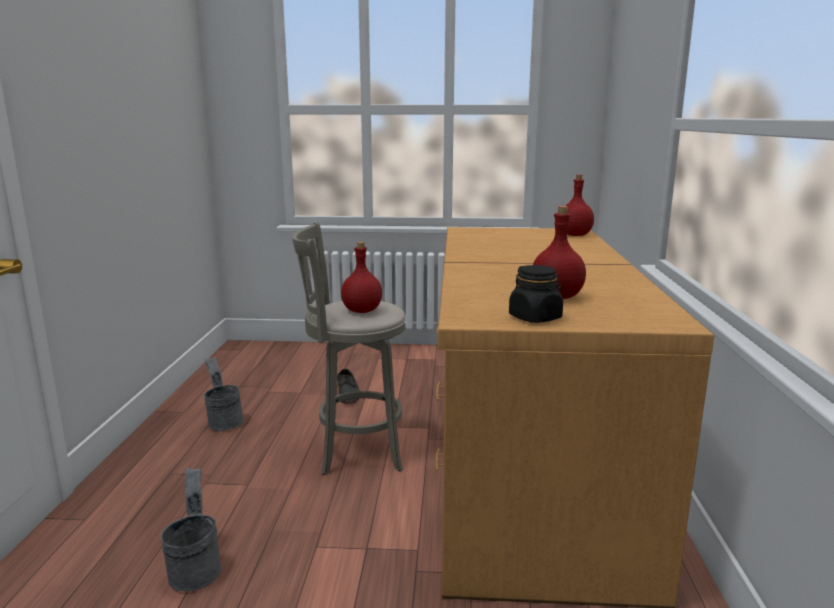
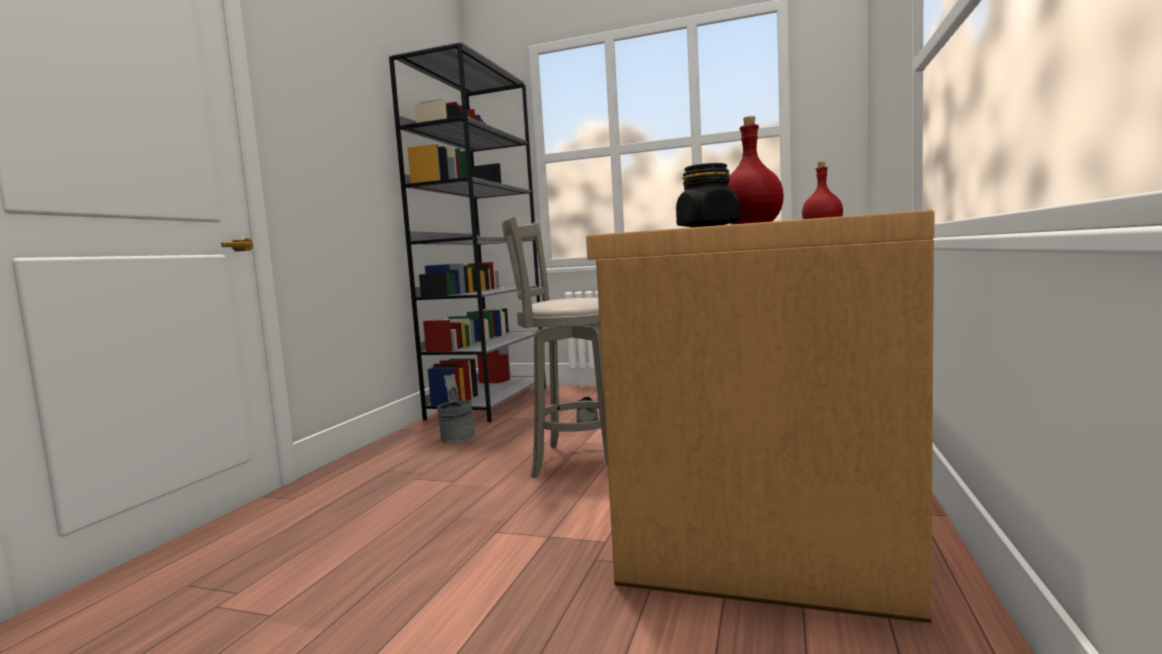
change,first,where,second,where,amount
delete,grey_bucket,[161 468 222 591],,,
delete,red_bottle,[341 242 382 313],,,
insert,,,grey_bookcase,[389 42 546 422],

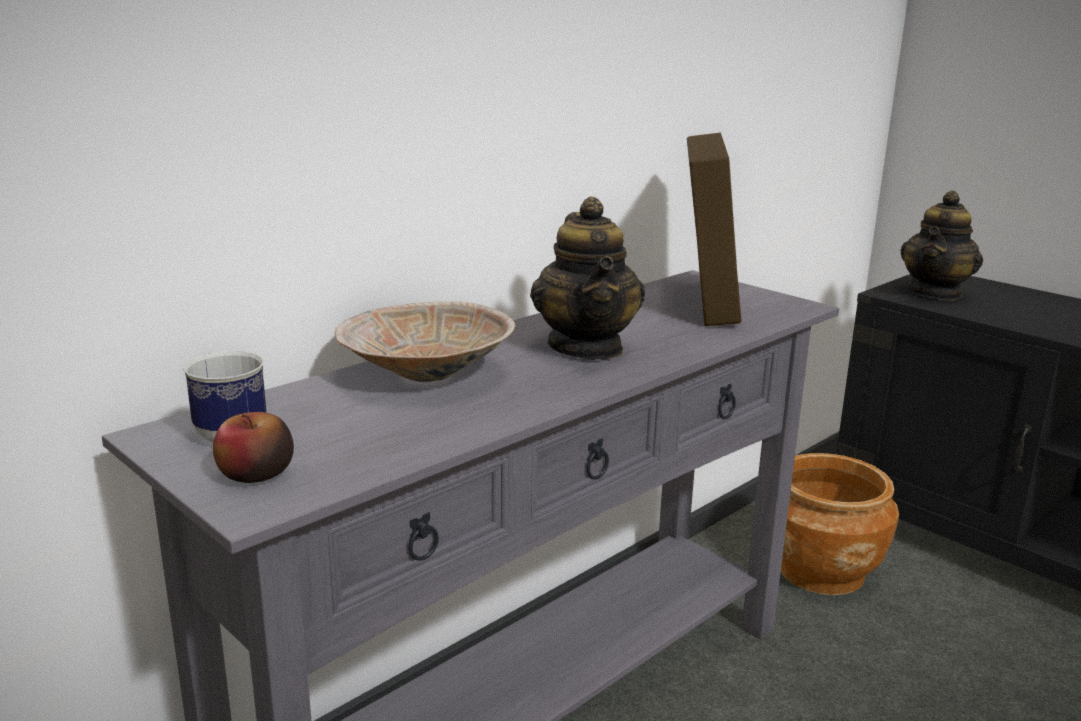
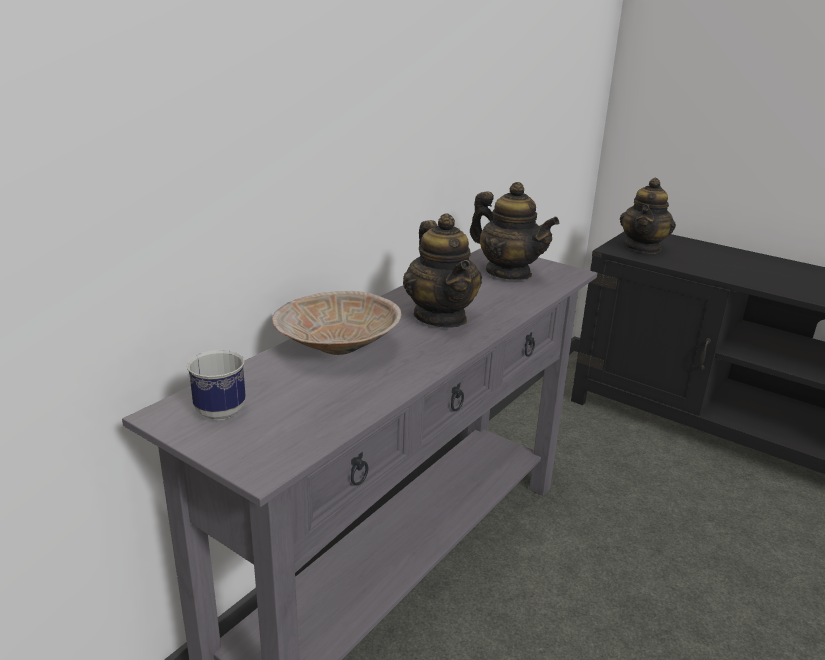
change,first,where,second,where,amount
delete,apple,[213 412 294 483],,,
delete,brown_planter,[781 453 899 595],,,
replace,picture_frame,[687 132 741 326],teapot,[470 182 559 280],

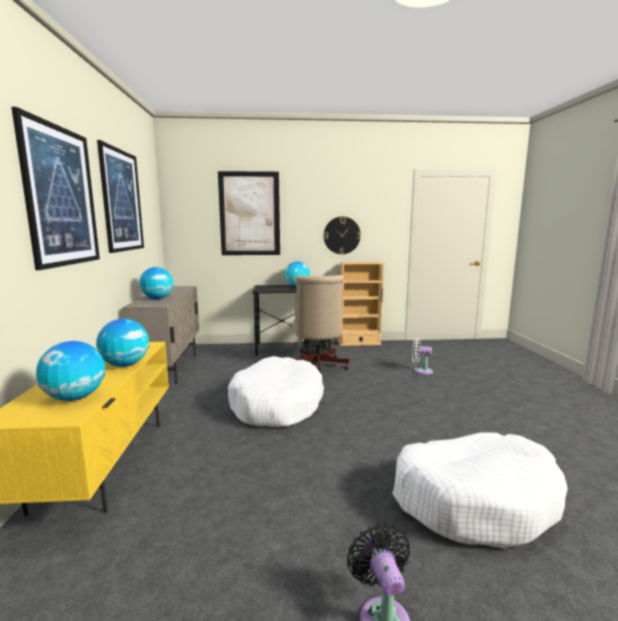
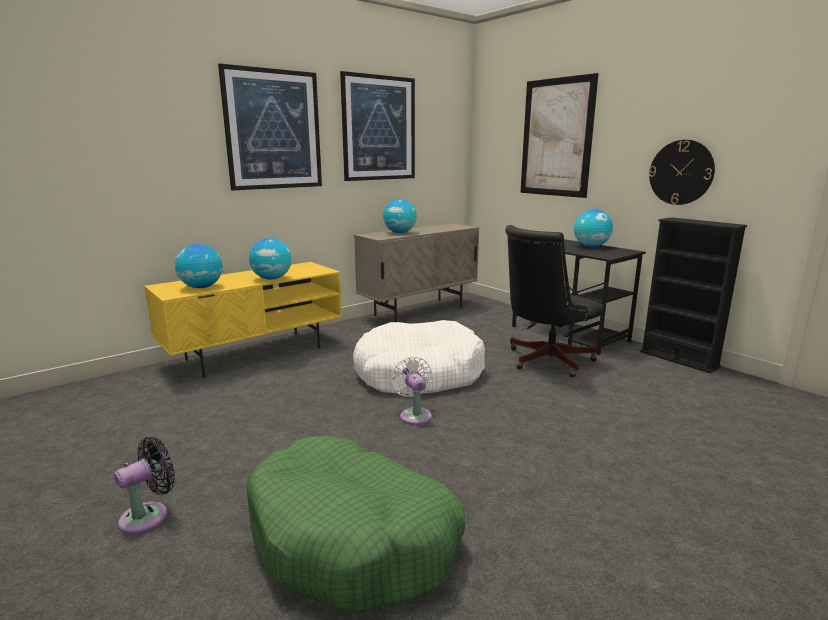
change,first,where,second,where,amount
move,white_fan,[412 338 433 375],,[391 357 432 425],
recolor,beige_office_chair,[292 275 349 373],black_office_chair,[505 225 604 377],
recolor,beige_bookcase,[339 262 385 346],black_bookcase,[640 217 747 373],
recolor,white_dog_bed,[392 432 568 549],green_dog_bed,[246 436 465 613],

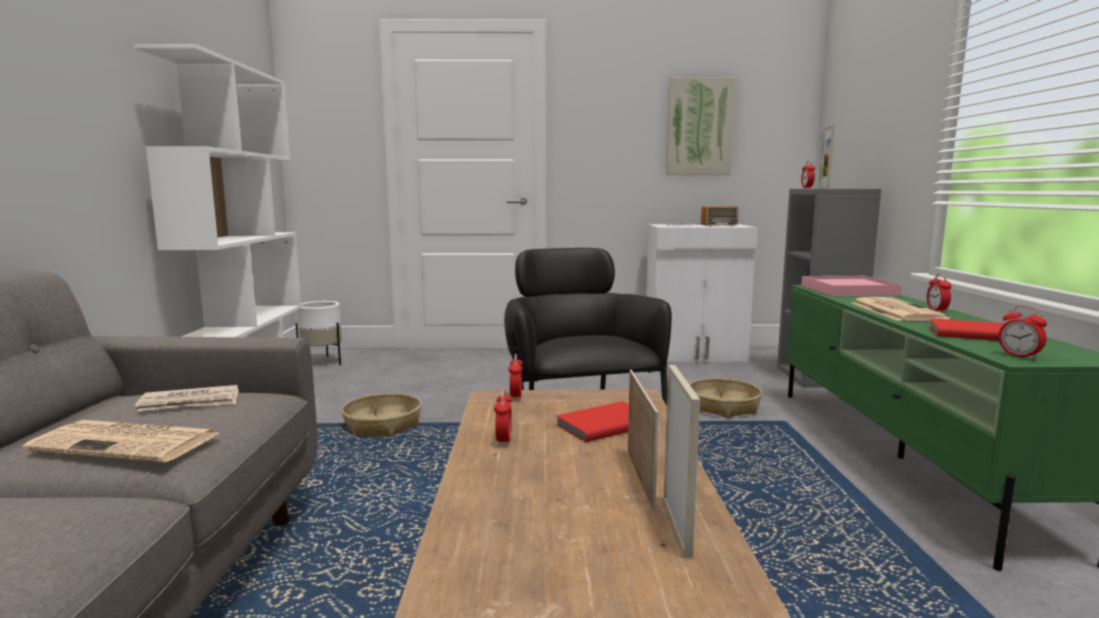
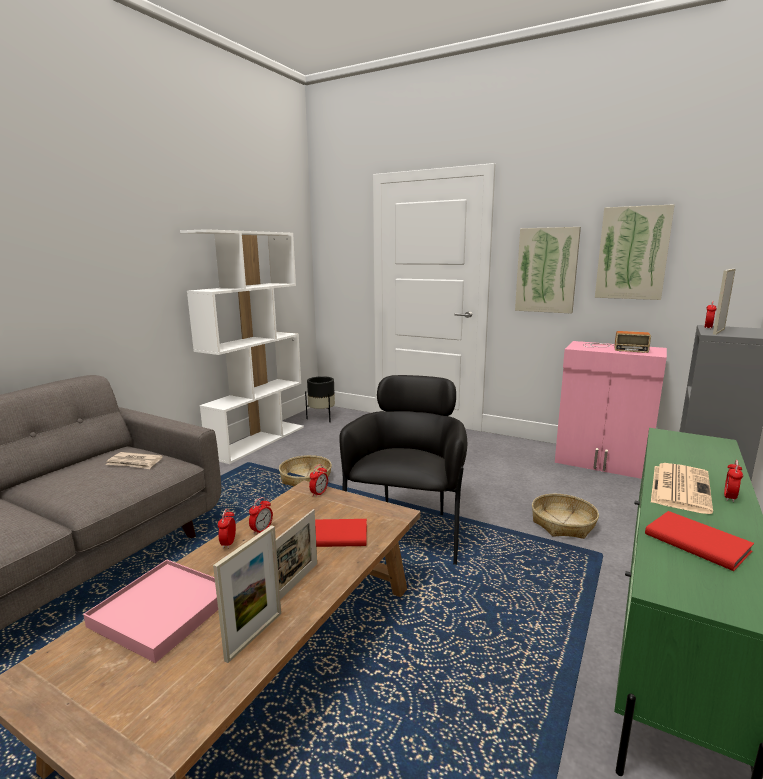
change,first,where,second,where,amount
delete,newspaper,[22 420 219 462],,,
insert,,,picture,[515 227 581 314],
move,pink_tray,[801 276 902 296],,[83 560 218 663],
move,alarm_clock,[998 305 1047 360],,[218 508 236 549],
recolor,white_planter,[296 301 342 365],black_planter,[305 376 335 422],
recolor,white_cabinet,[646 224 758 362],pink_cabinet,[555 341 667 479],

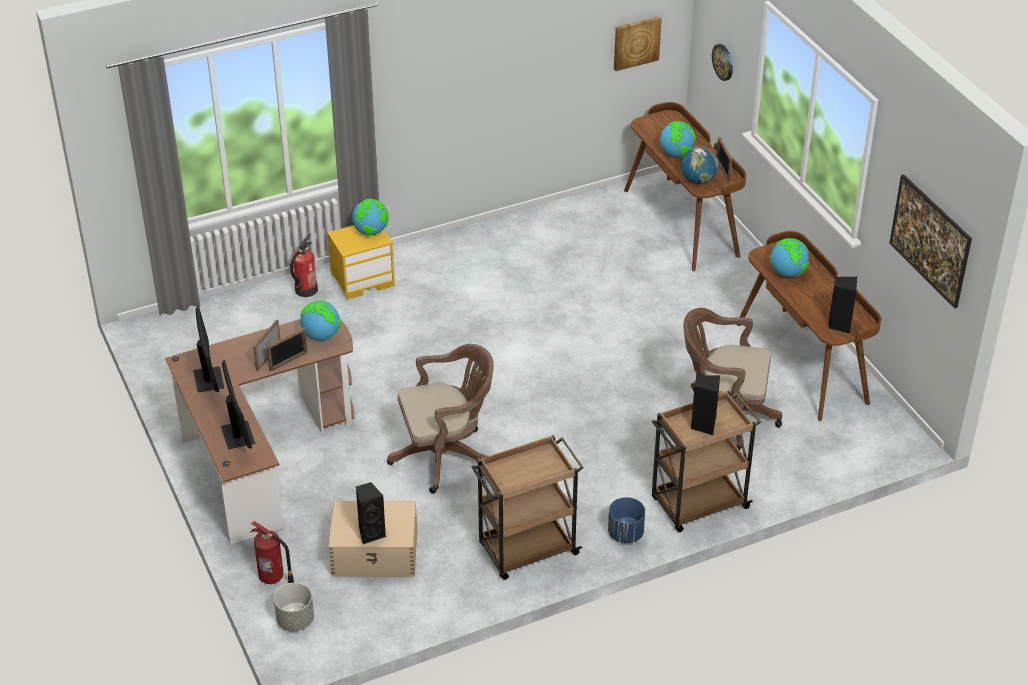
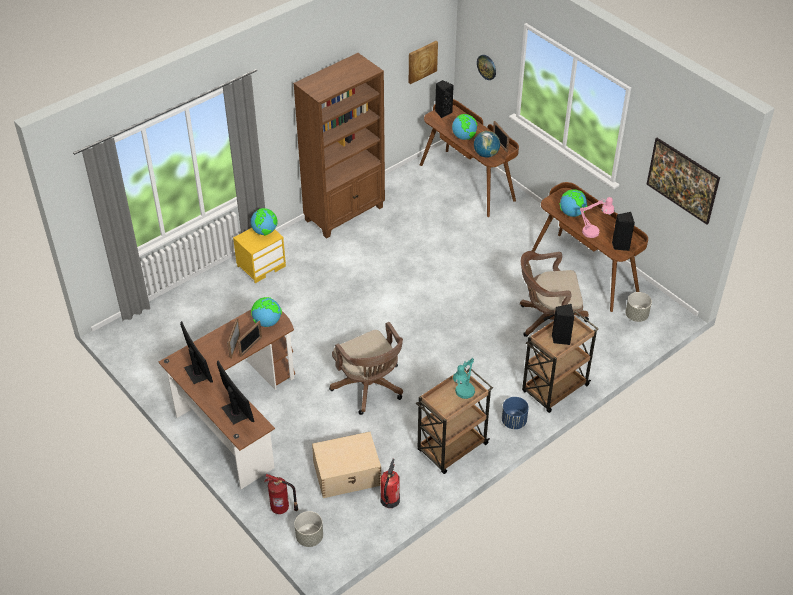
change,first,where,second,where,amount
insert,,,brown_bookcase,[293 53 385 239],
insert,,,turquoise_table_lamp,[453 358 475 399],
insert,,,pink_table_lamp,[580 197 615 238],
insert,,,grey_planter,[625 292 652 322],
move,fire_extinguisher,[290 233 318 297],,[380 459 400 508],
move,black_speaker,[356 482 386 544],,[435 80 454 118],
rotate,brown_office_chair,[387 344 494 494],,[329 322 403 415],90 degrees clockwise

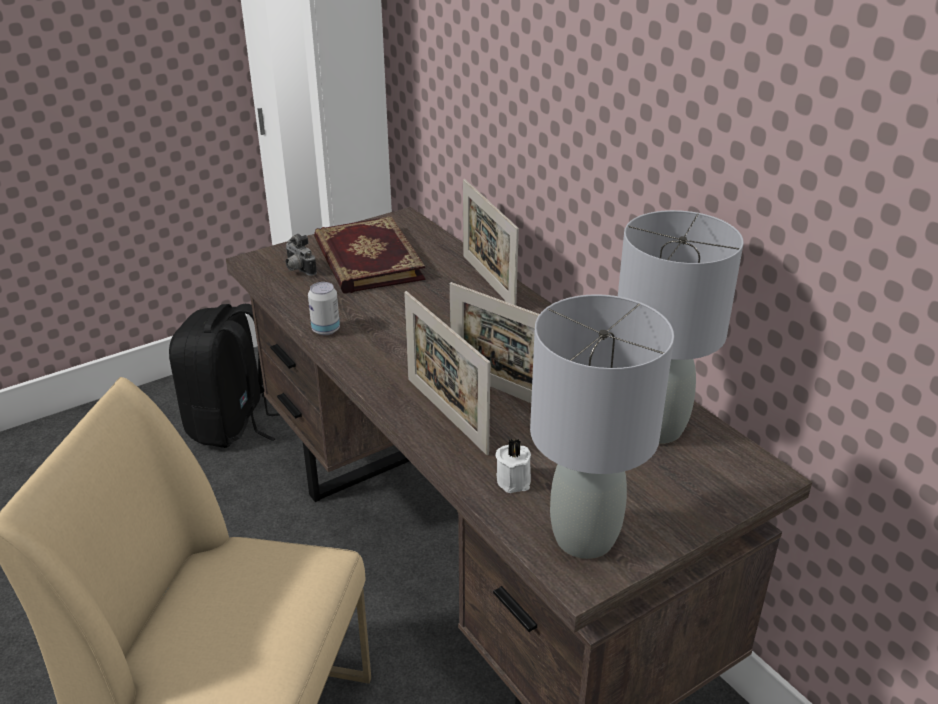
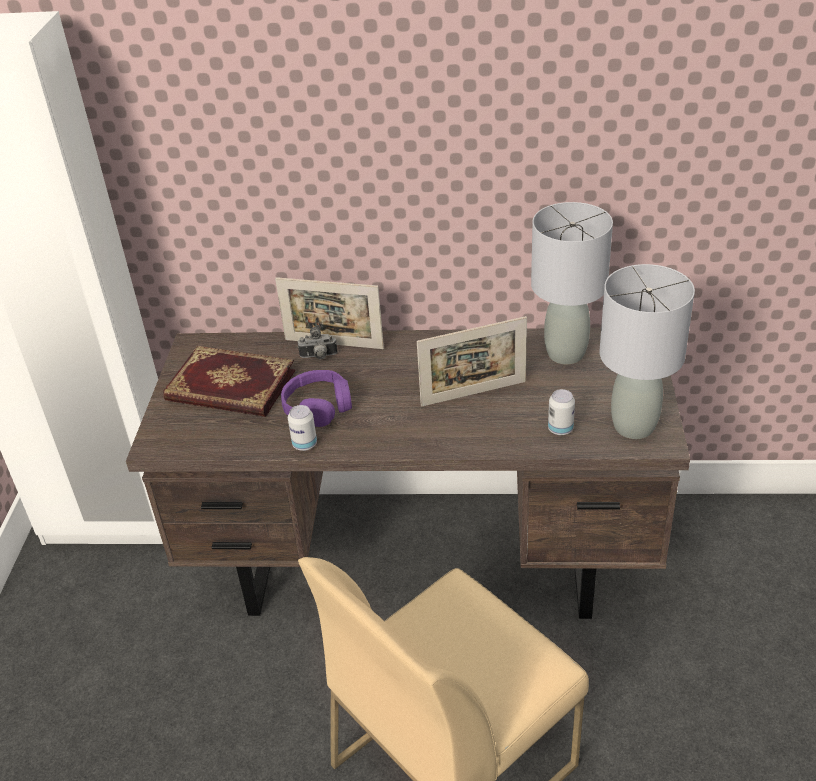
change,first,where,second,where,amount
delete,black_backpack,[169 304 280 448],,,
delete,picture_frame,[404 291 490 455],,,
insert,,,purple_headphones,[281 370 352 427],
move,photo_camera,[286 234 317 276],,[298 325 338 359],
replace,white_candle,[496 438 531 493],can,[548 389 575 435],

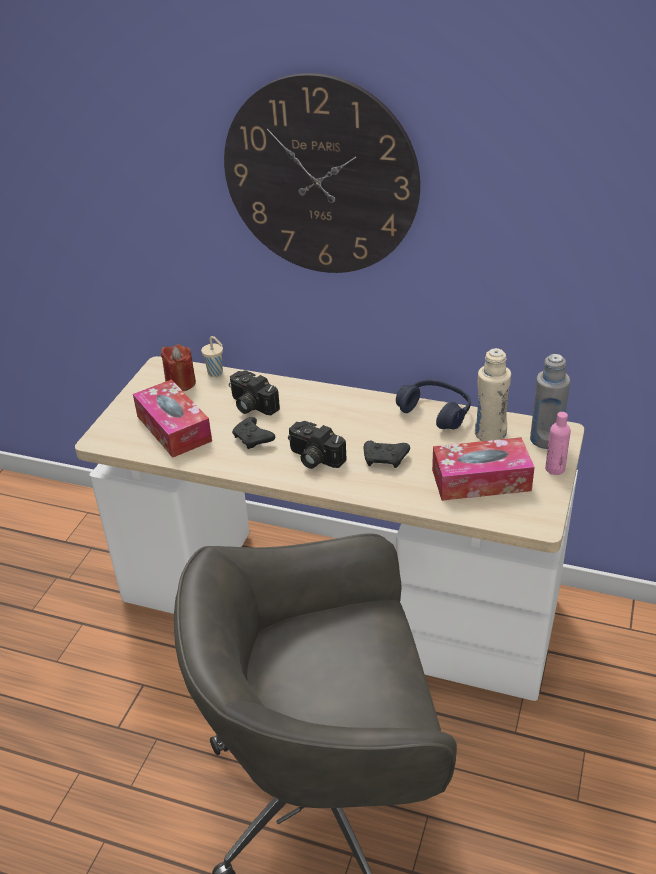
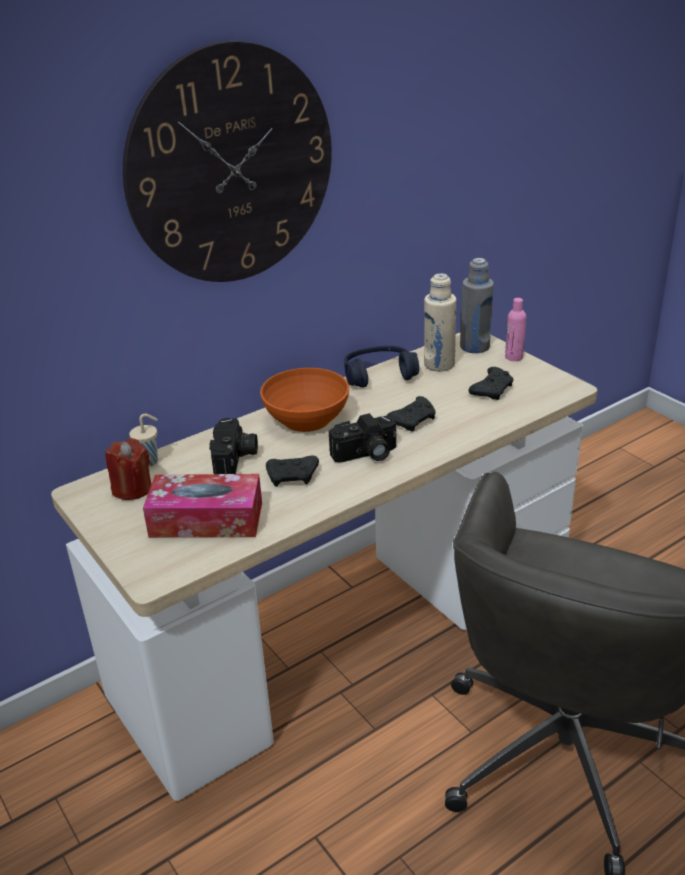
change,first,where,second,where,amount
insert,,,orange_bowl,[260 368 349 432],
replace,tissue_box,[432 437 535 501],black_game_controller,[469 367 514 400],
rotate,photo_camera,[229 370 280 415],,[209 418 258 474],75 degrees counterclockwise

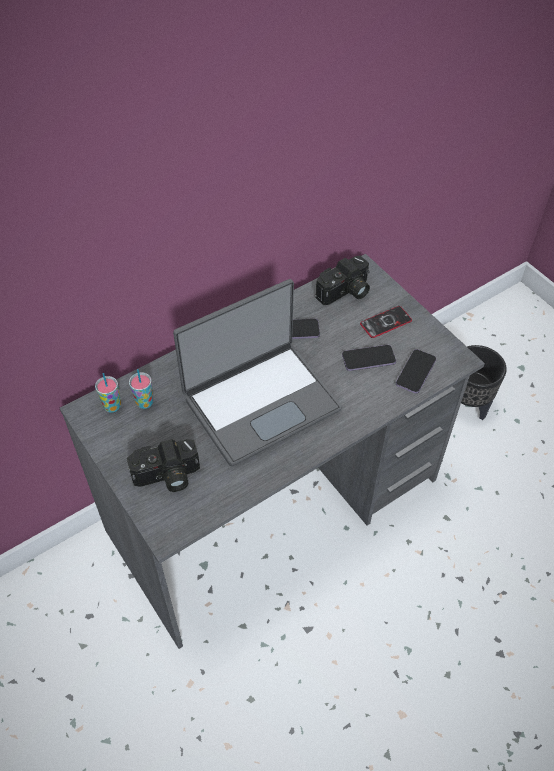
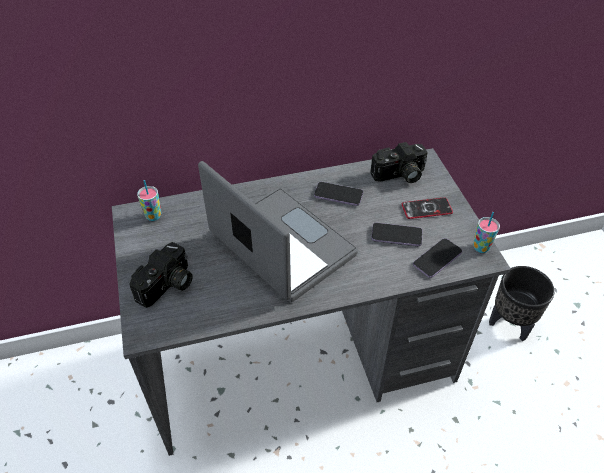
change,first,where,second,where,amount
move,cup,[129 369 154 409],,[473 212 500 253],
rotate,photo_camera,[127 439 200 492],,[129 242 193 308],60 degrees counterclockwise
rotate,laptop,[173 279 342 466],,[198 161 358 302],120 degrees counterclockwise

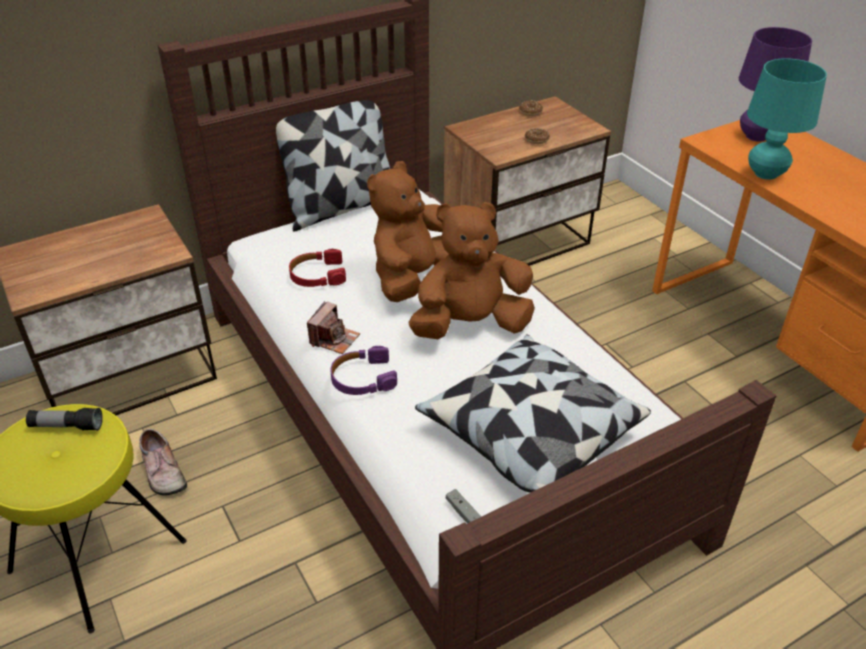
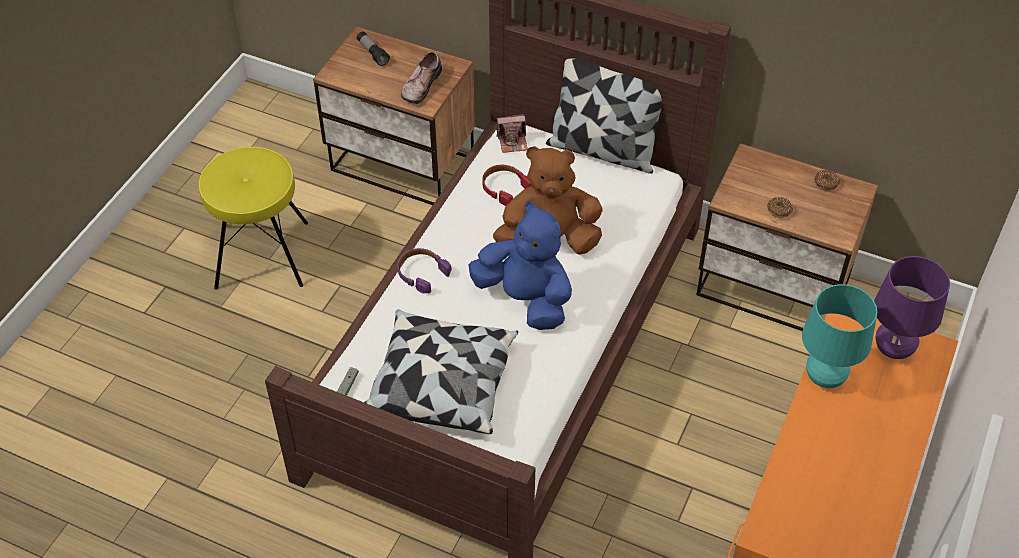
change,first,where,second,where,amount
move,flashlight,[26 408 103 431],,[357 31 390 66],
move,shoe,[139 429 187 496],,[401 51 442 104],
move,photo_camera,[307 301 360 354],,[496 114 528 153],
recolor,brown_plush_toy,[408 202 535 339],blue_plush_toy,[468 201 572 330],

